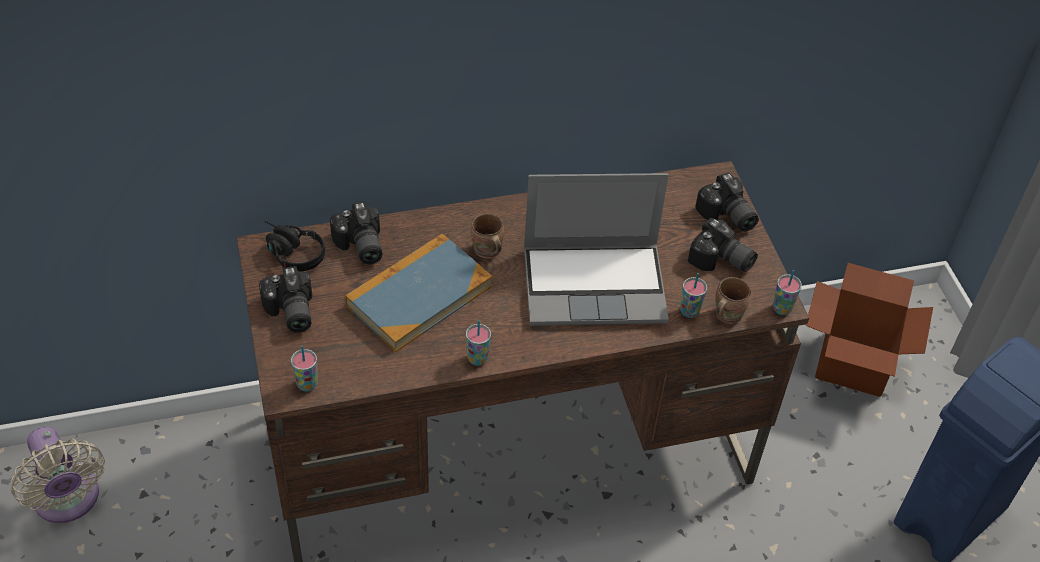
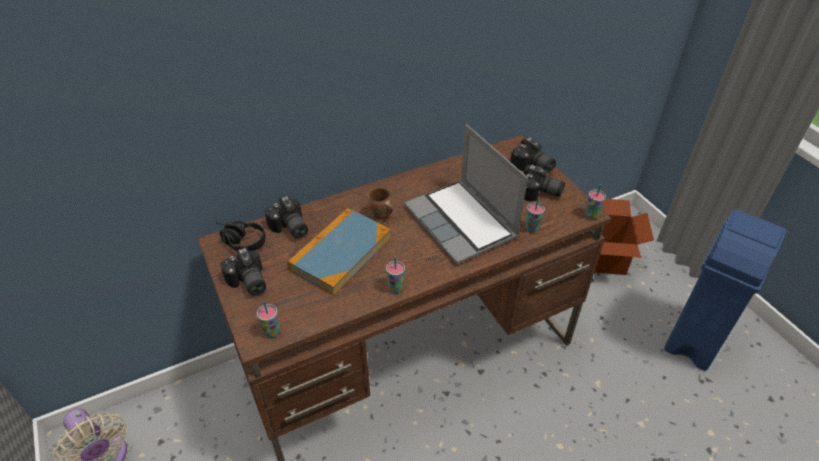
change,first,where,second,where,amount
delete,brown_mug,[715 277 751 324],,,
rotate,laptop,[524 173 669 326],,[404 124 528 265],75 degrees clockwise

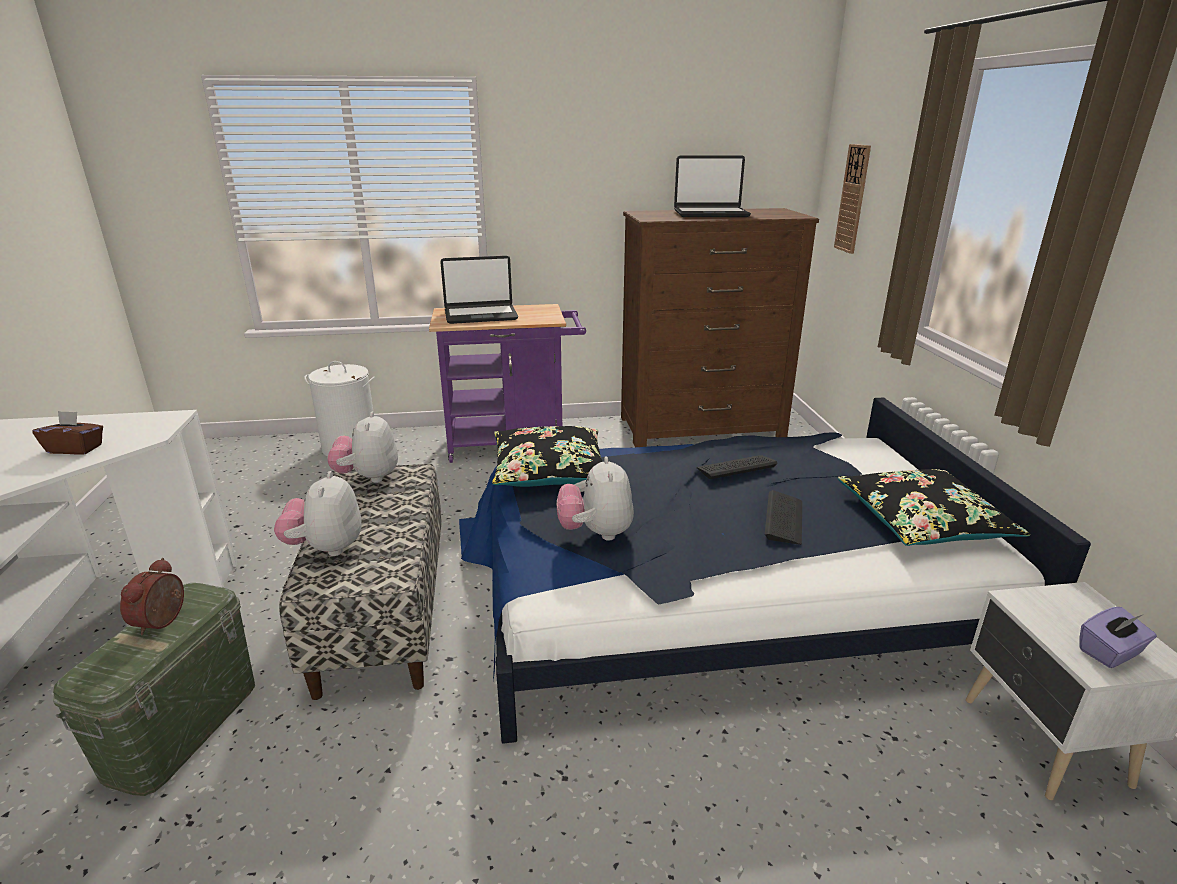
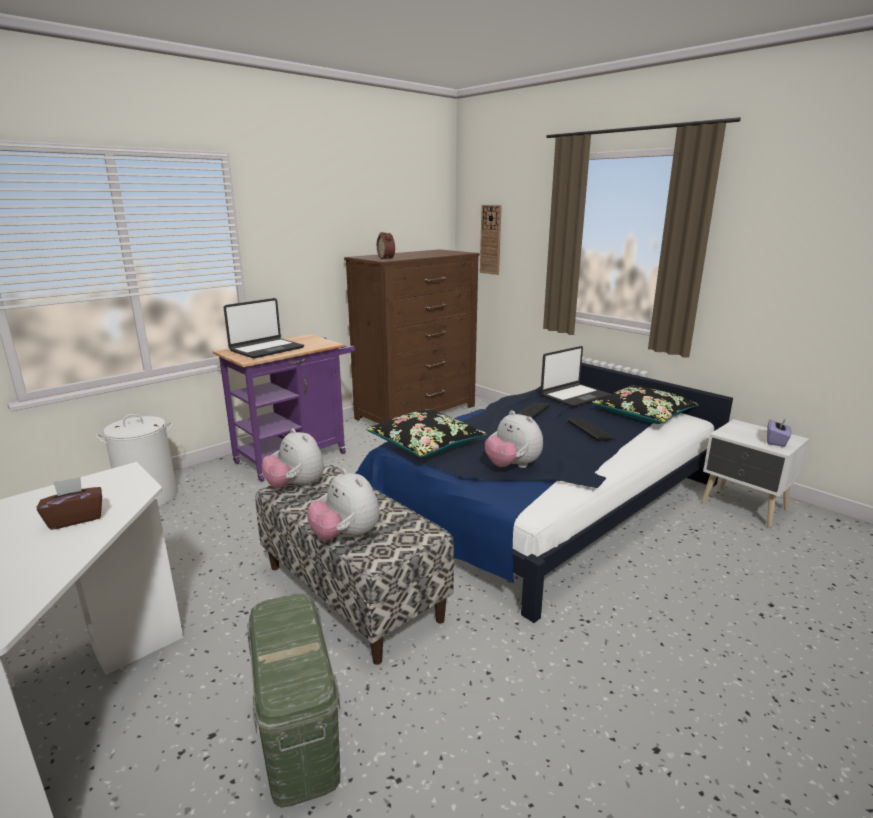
change,first,where,second,where,amount
move,alarm_clock,[120 558 184 636],,[377 232 395 260],
move,laptop,[674 155 751 217],,[541 346 611 407],

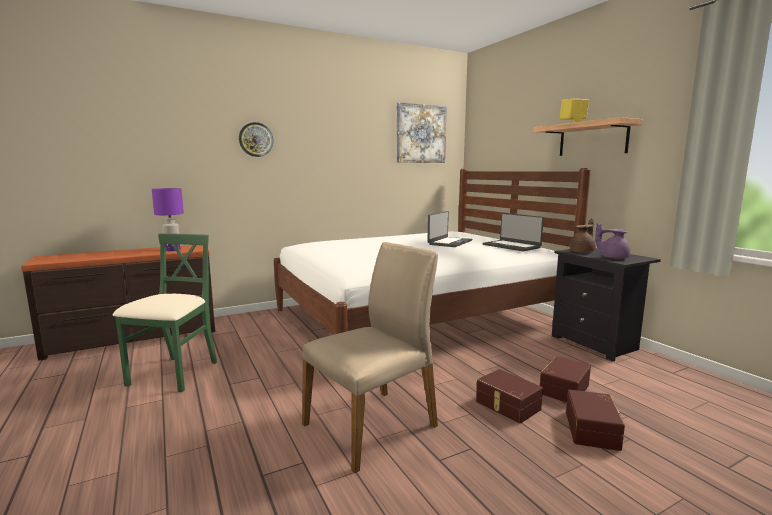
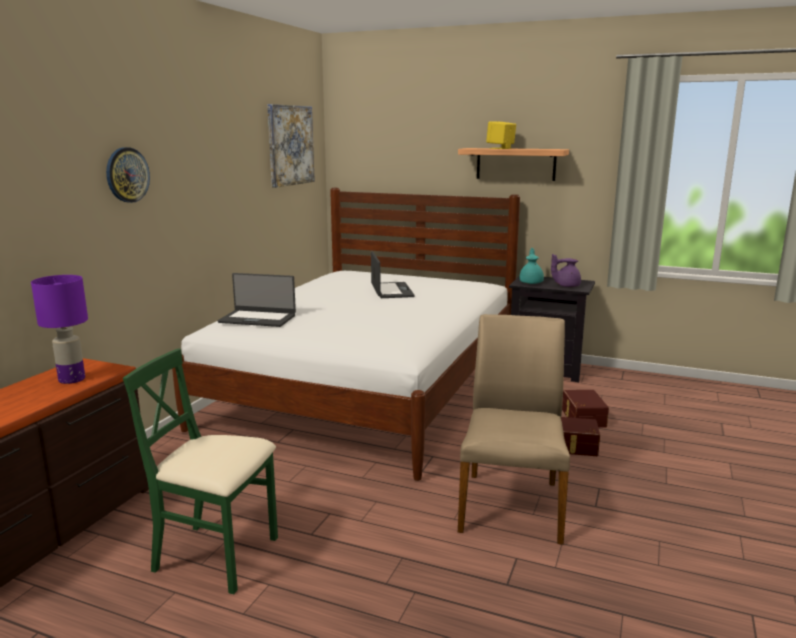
change,first,where,second,where,amount
delete,brown_storage_box,[566 390 625 451],,,
move,laptop,[483 213 544 251],,[218 273 296 327],
recolor,brown_teapot,[569 219 595 252],turquoise_teapot,[520 248 544 284],
rotate,green_chair,[113 233 217 392],,[123 349 278 594],45 degrees counterclockwise

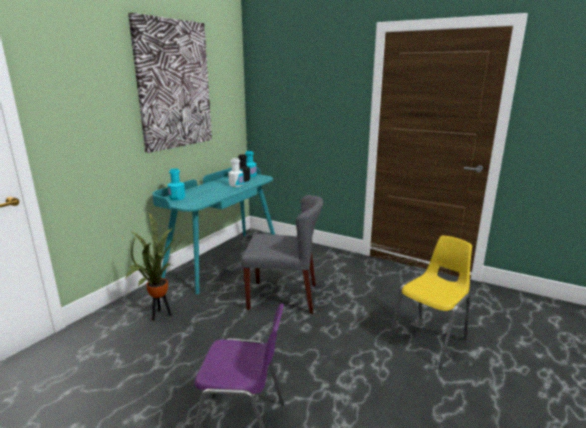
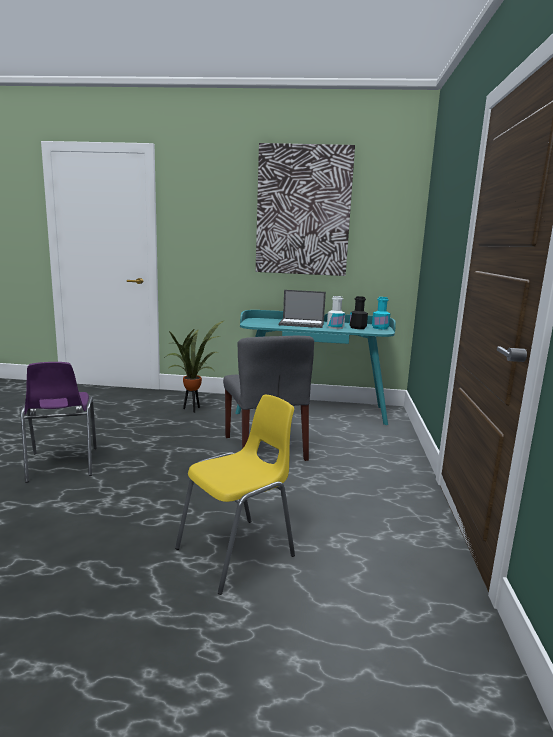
change,first,where,second,where,amount
delete,turquoise_bottle,[168 169 185 201],,,
insert,,,laptop,[279 290 326 328],
rotate,yellow_chair,[388 236 472 369],,[175 394 295 595],60 degrees counterclockwise

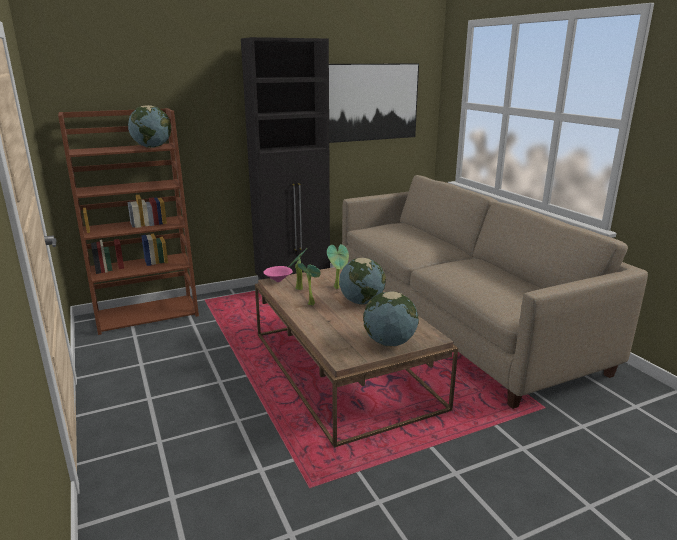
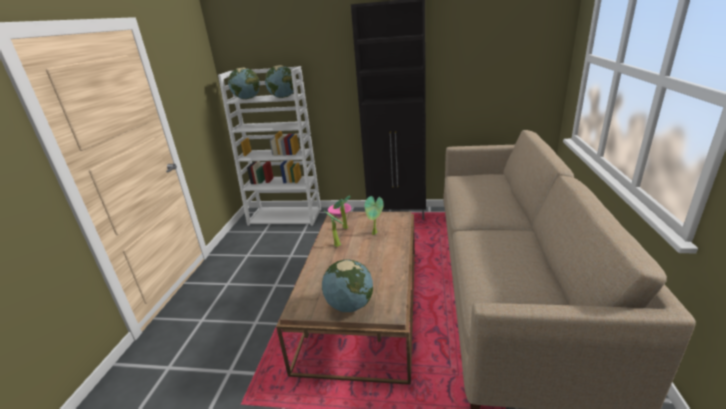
change,first,where,second,where,amount
delete,picture,[329 63 419 143],,,
move,globe,[339 258 386 305],,[228 68 260 100],
recolor,brown_bookcase,[58 108 199 335],white_bookcase,[218 66 321 226],

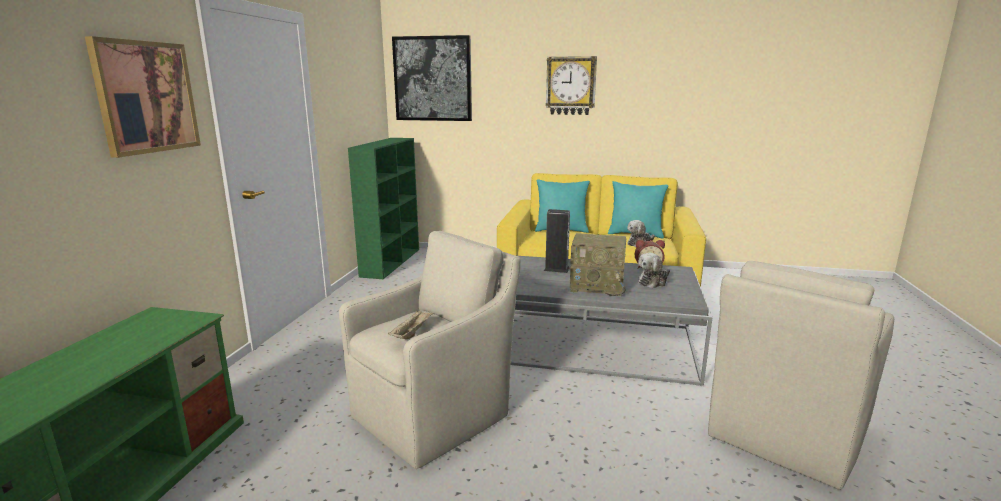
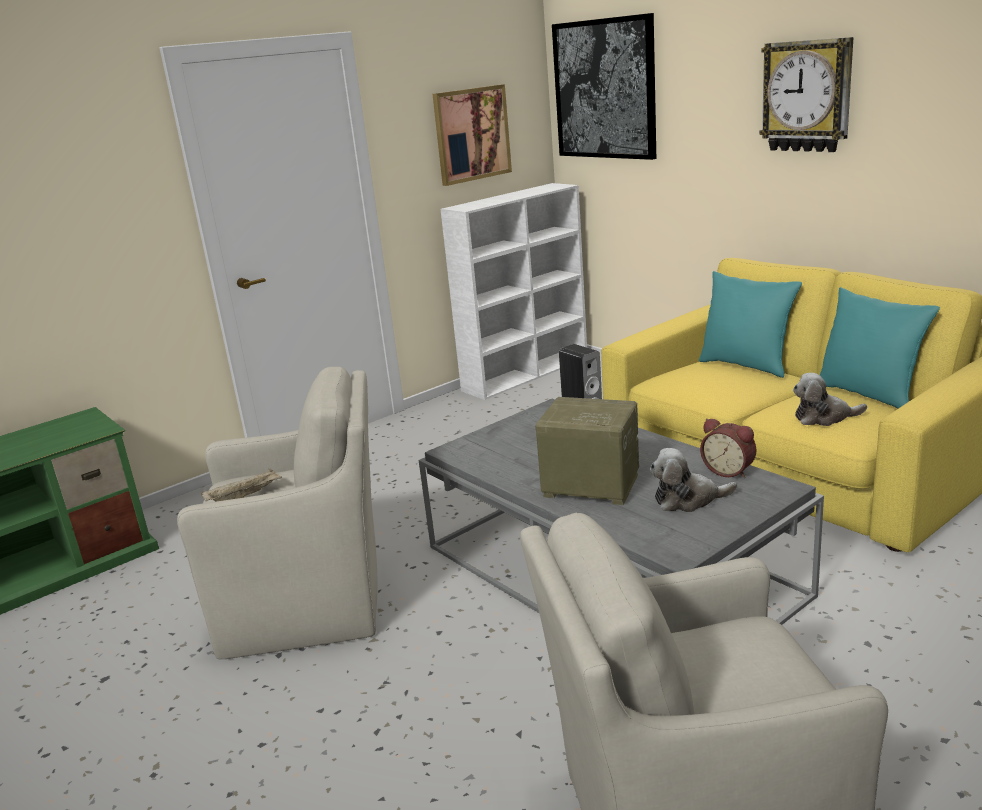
change,first,where,second,where,amount
move,picture,[85 36 201 158],,[433 84 512 186],
recolor,green_bookcase,[348 138 419 279],white_bookcase,[440 183 587 400],
rotate,radio,[570 233 626 296],,[535 397 639 505],150 degrees clockwise

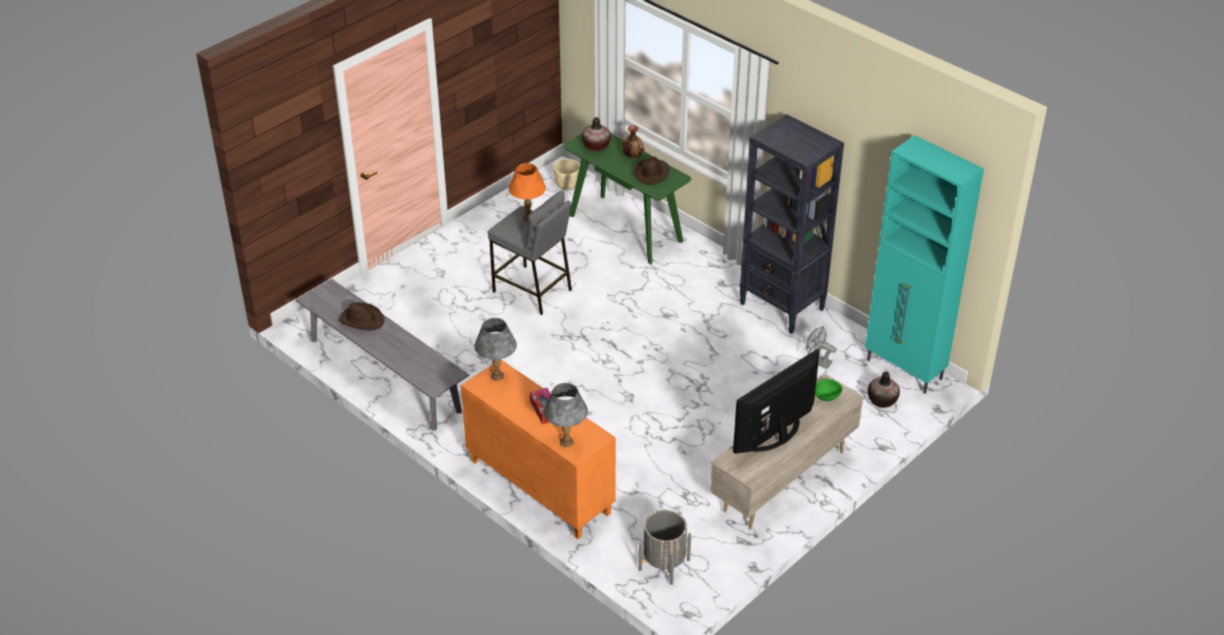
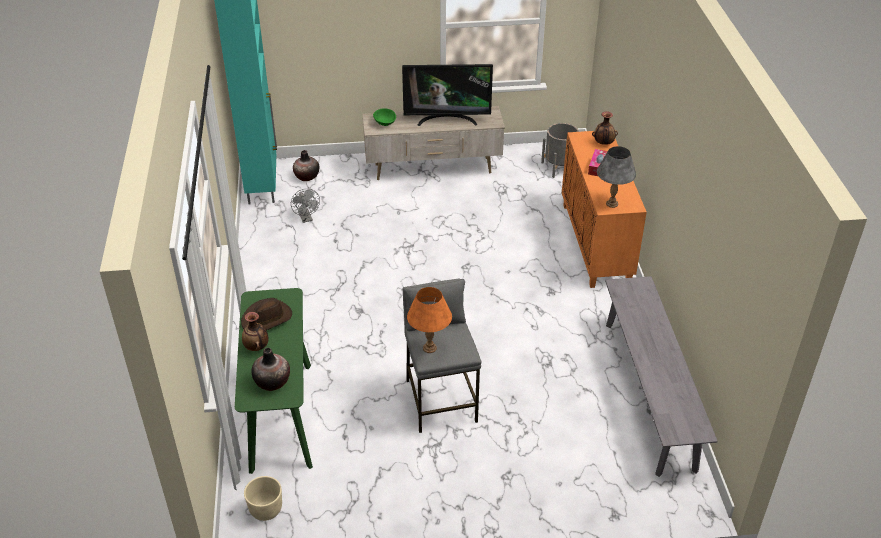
change,first,where,second,where,amount
delete,brown_hat,[339 302 385 331],,,
delete,black_bookcase,[740 114 844 334],,,
replace,grey_table_lamp,[544 383 588 447],vase,[592 112 618 145],

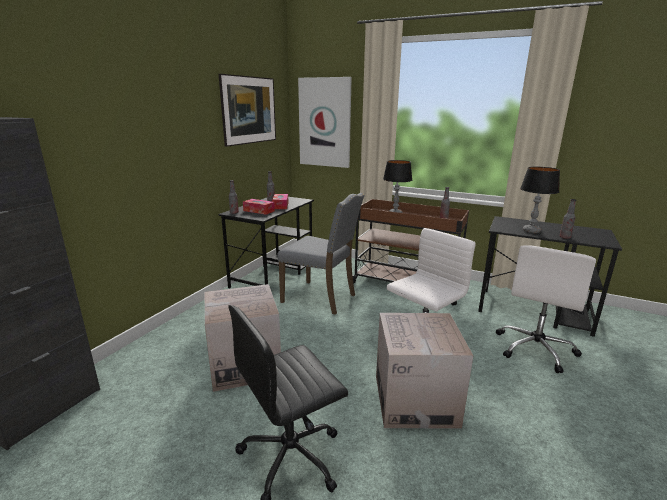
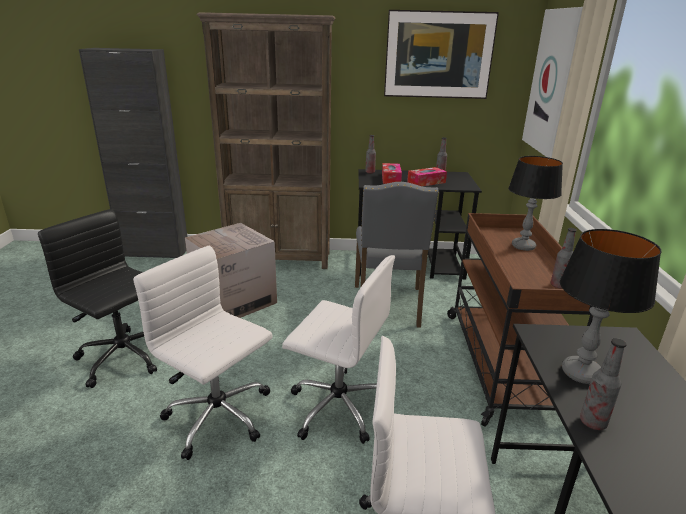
change,first,where,second,where,amount
insert,,,brown_bookcase,[197 12 336 269],
replace,cardboard_box,[376 313 473 429],white_office_chair,[133 246 273 460],

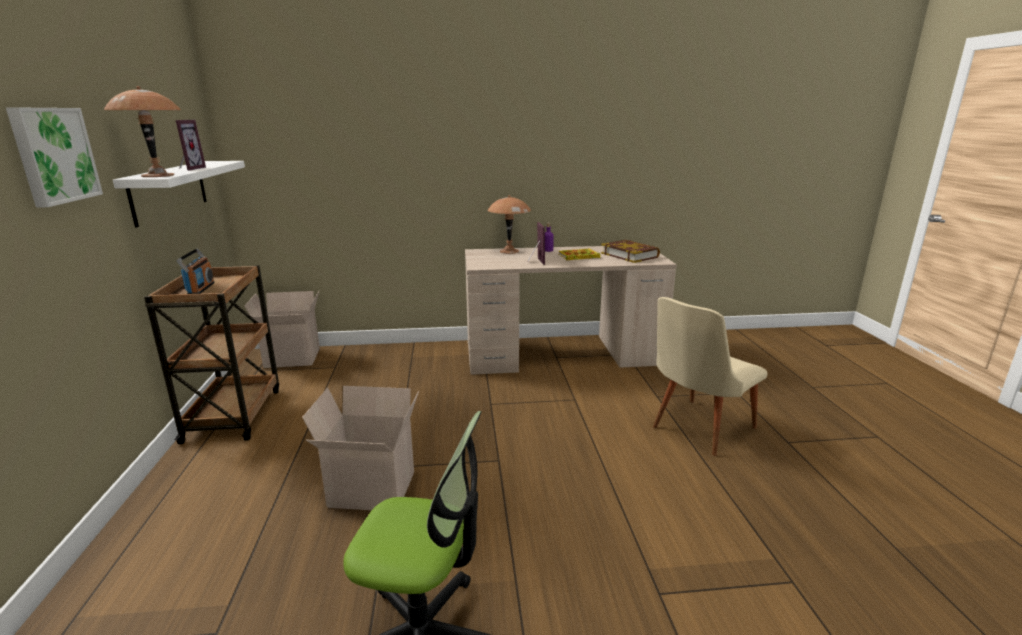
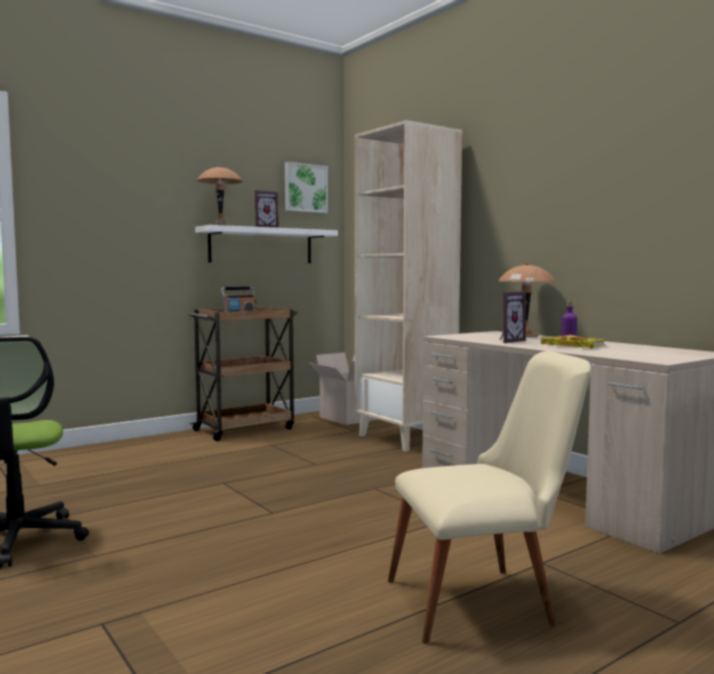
change,first,where,second,where,amount
delete,cardboard_box,[302 386 419 510],,,
delete,book,[601 240 660 263],,,
insert,,,beige_bookcase,[355 120 462 452],
move,picture,[6 107 103 208],,[285 162 328 213],
rotate,beige_chair,[653 297 767 456],,[388 351 591 644],150 degrees clockwise

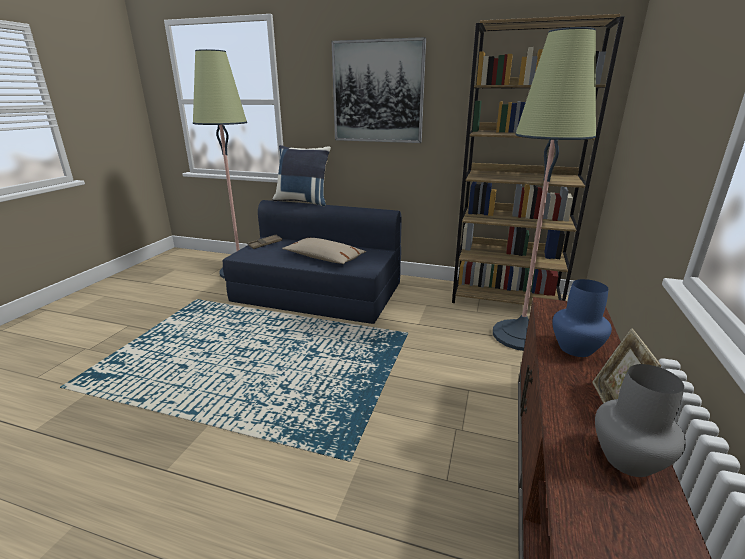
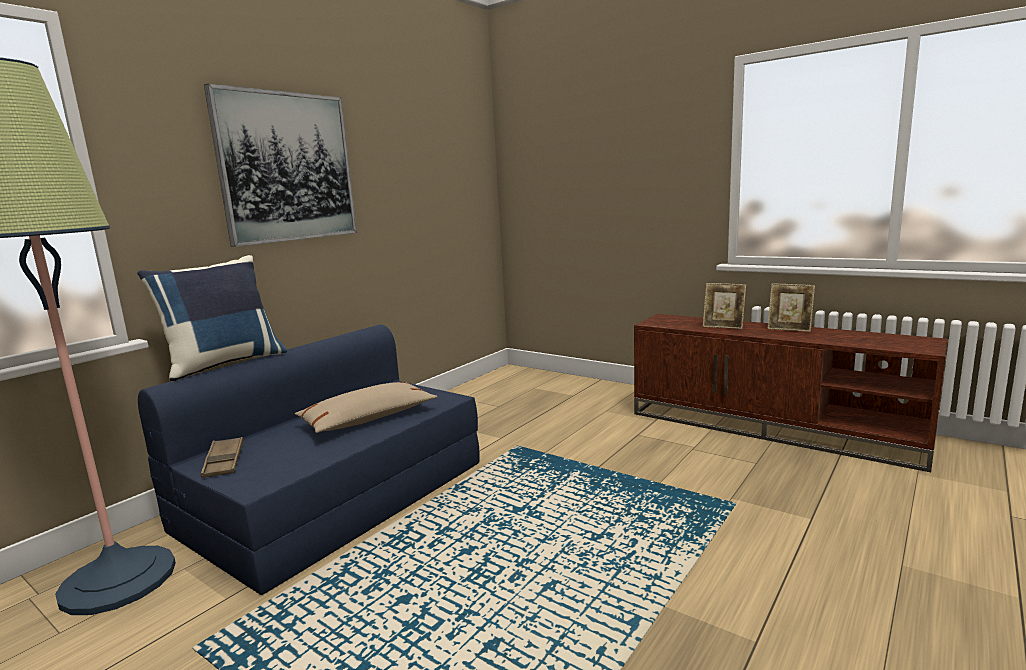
change,first,where,second,where,amount
delete,brown_bookcase,[452 14 624 306],,,
delete,floor_lamp,[493 27 596 351],,,
delete,grey_vase,[595 364 686 477],,,
replace,blue_vase,[552 279 612 357],picture_frame,[703 283 746 329],

